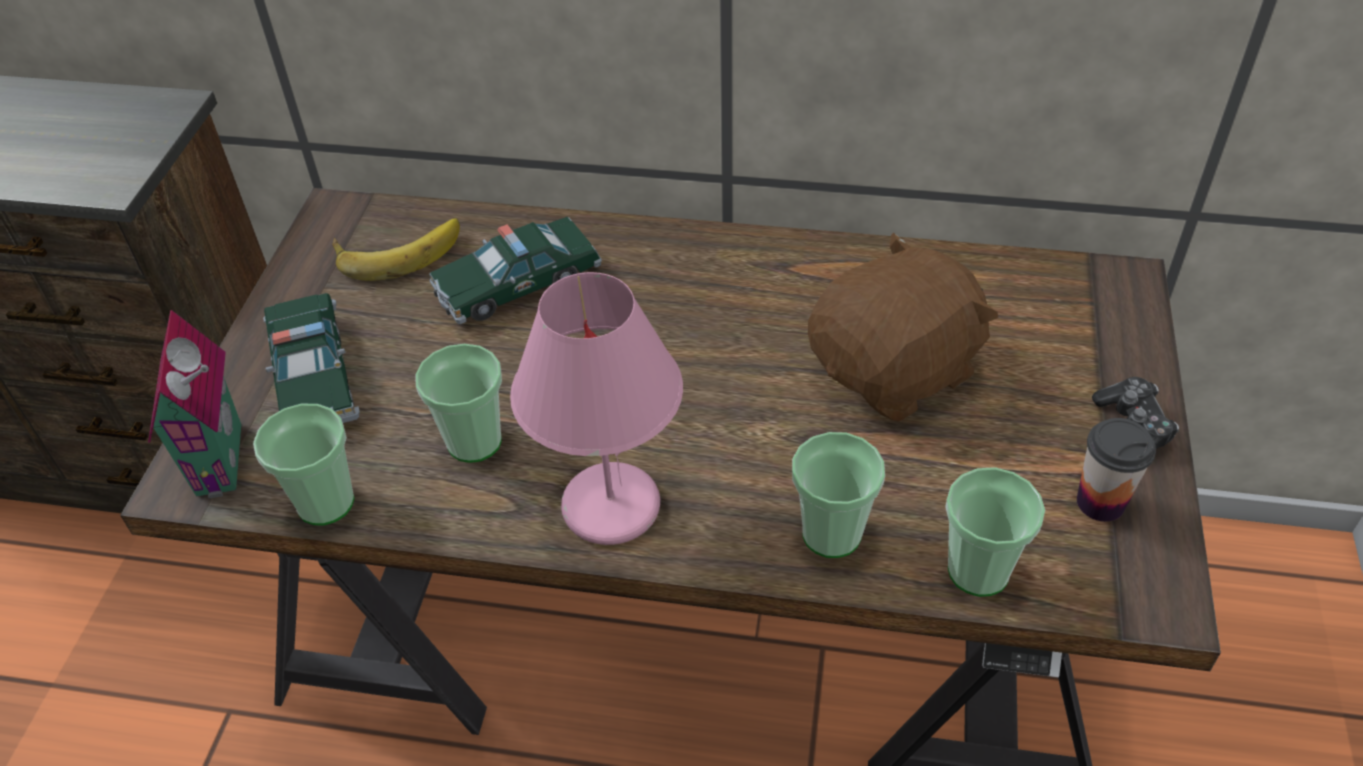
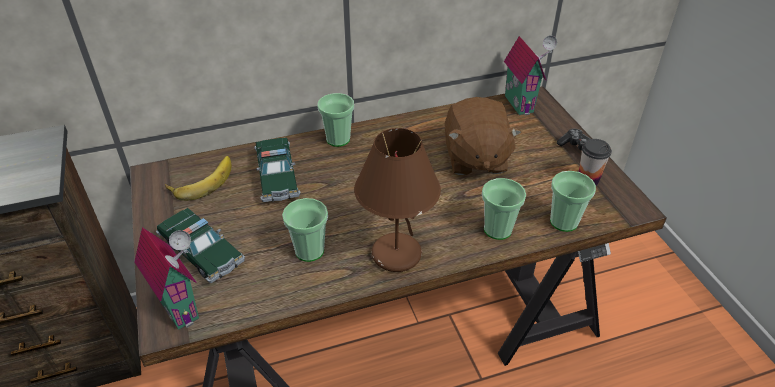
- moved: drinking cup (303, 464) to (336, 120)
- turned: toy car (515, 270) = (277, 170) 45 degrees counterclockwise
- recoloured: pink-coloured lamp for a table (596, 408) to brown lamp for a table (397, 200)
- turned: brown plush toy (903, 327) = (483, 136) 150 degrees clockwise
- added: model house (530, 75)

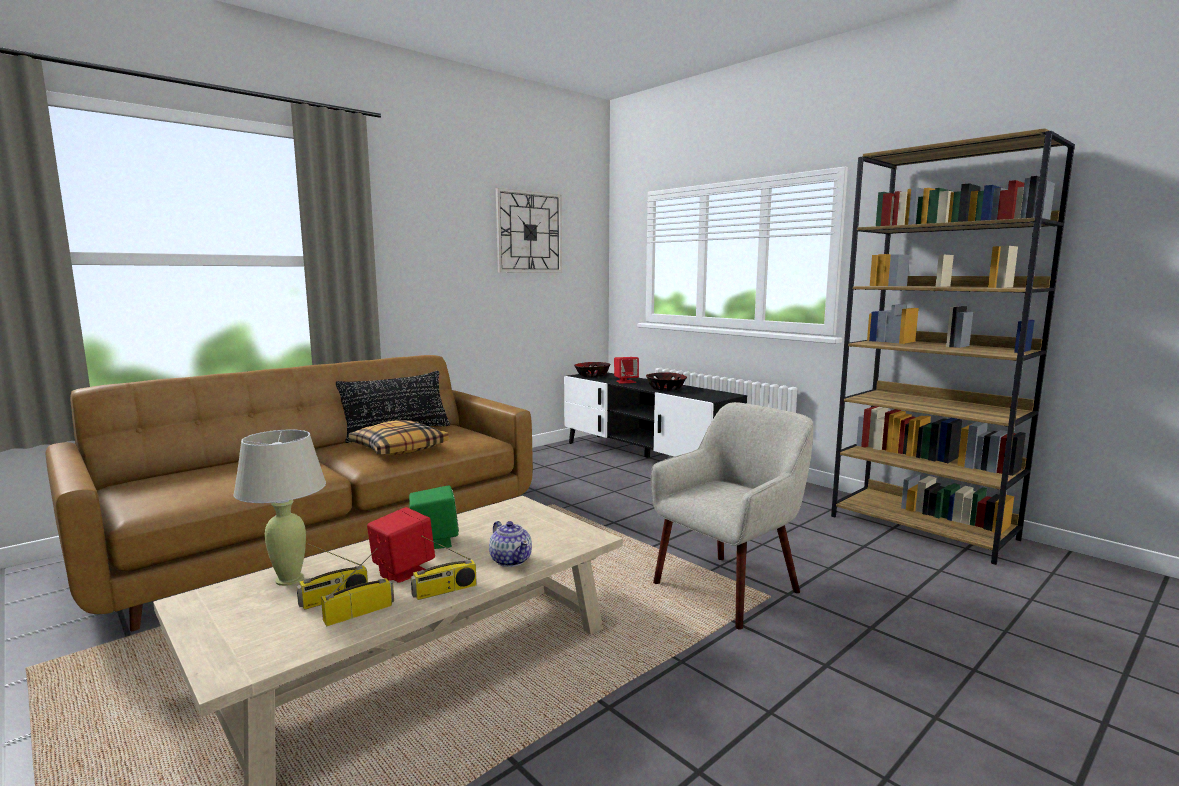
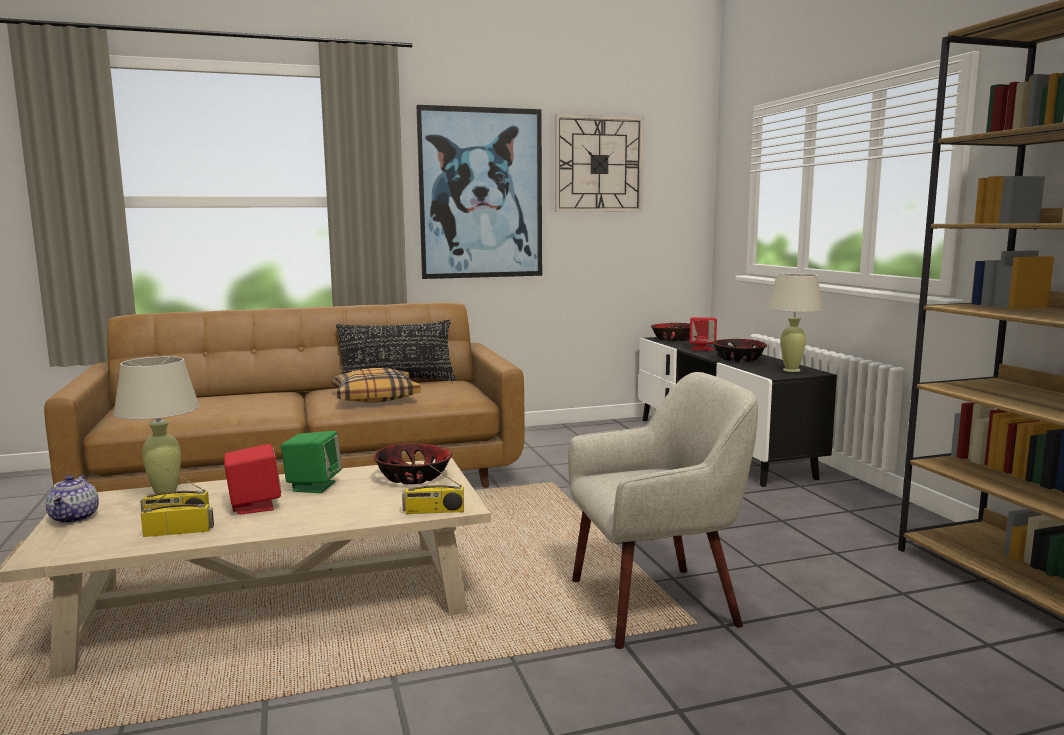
- moved: radio (444, 568) to (433, 484)
- moved: tea pot (510, 544) to (72, 499)
- added: deep dish (412, 463)
- added: wall picture (479, 192)
- added: beige-coloured lamp for a table (795, 323)

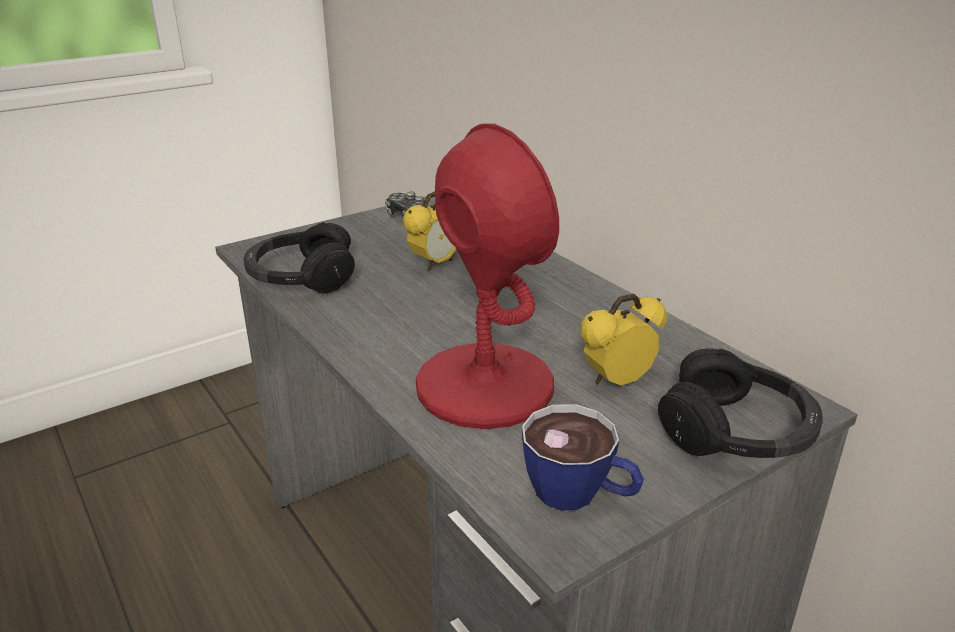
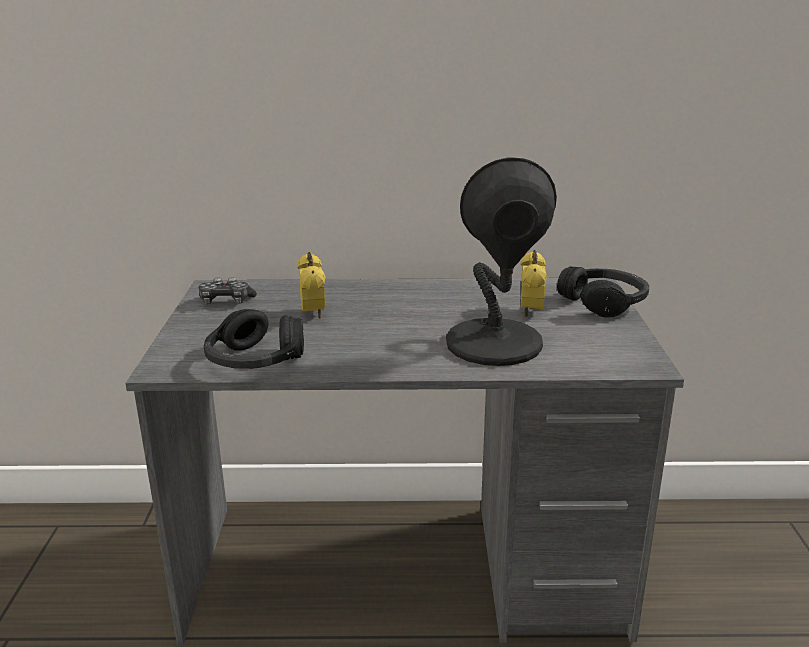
- recoloured: reddish lamp for a table (487, 276) to black lamp for a table (501, 262)
- removed: drinking cup (583, 457)

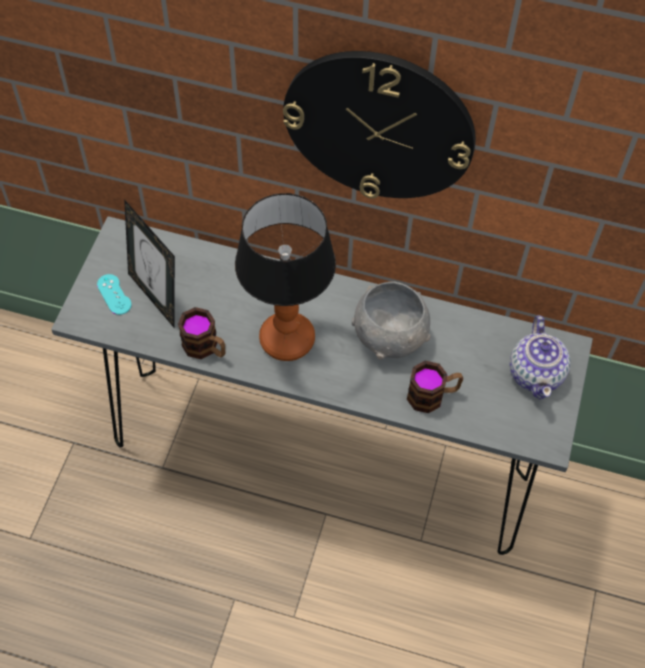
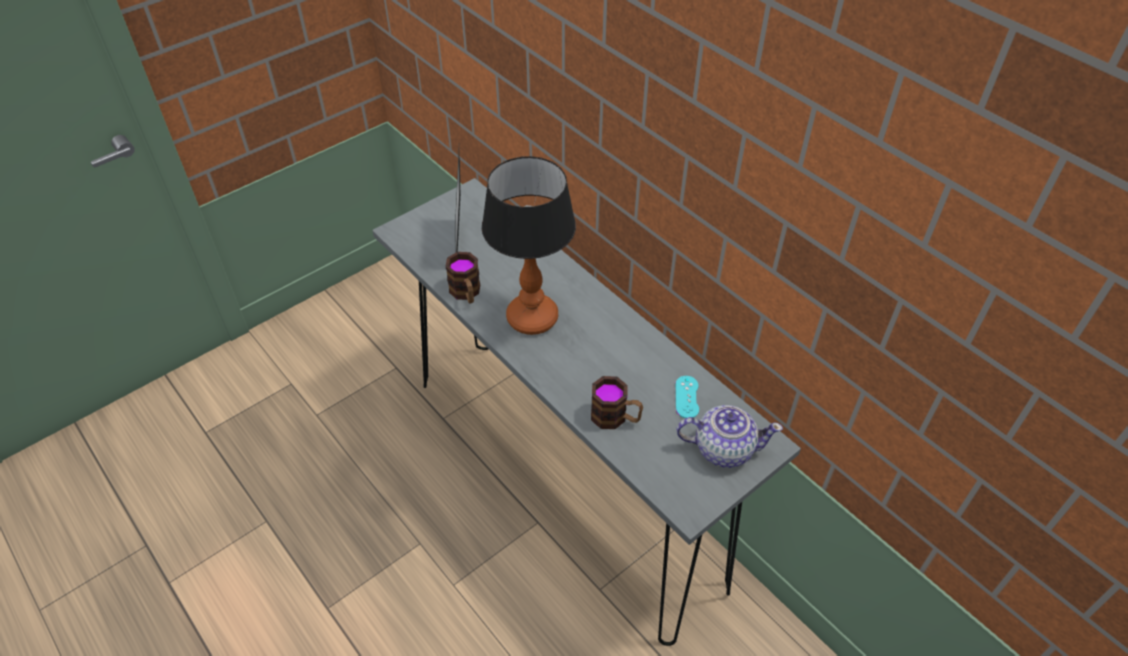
- moved: turquoise gamepad (114, 294) to (687, 397)
- removed: hanging clock (379, 125)
- removed: greyish deep dish (391, 320)
- turned: tea pot (539, 357) = (729, 436) 120 degrees counterclockwise

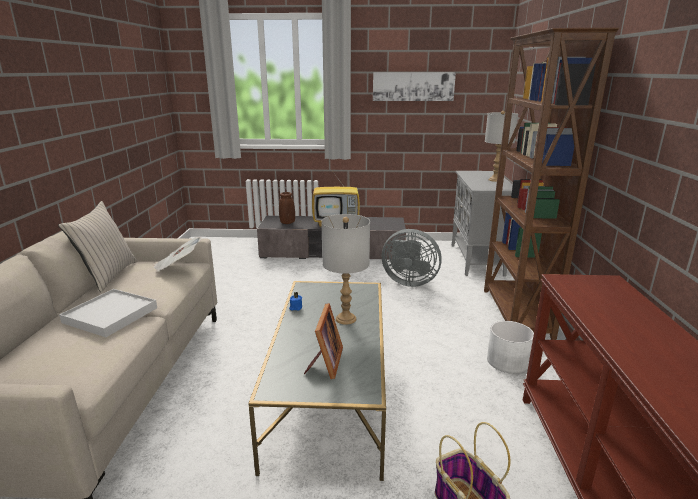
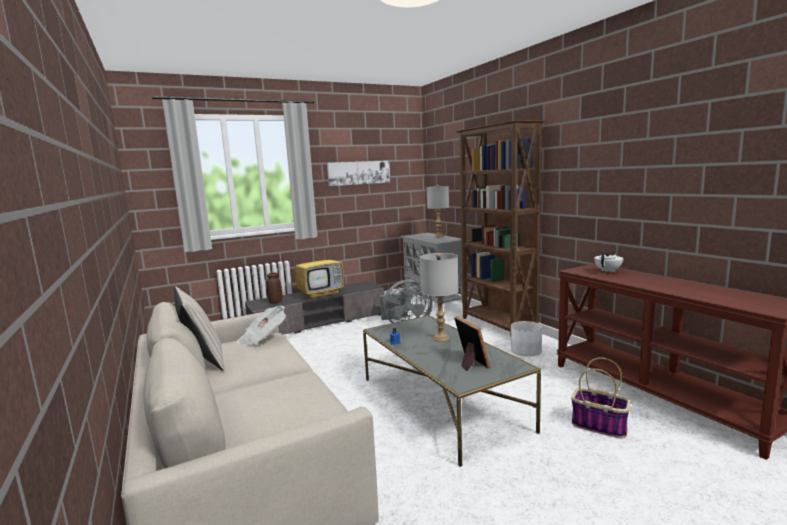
- removed: white tray (108, 313)
- added: white tea pot (608, 262)

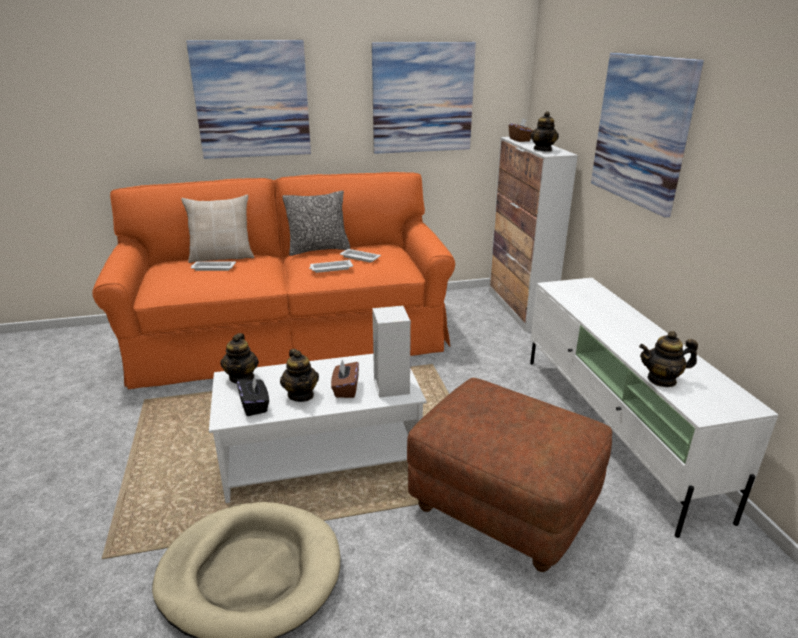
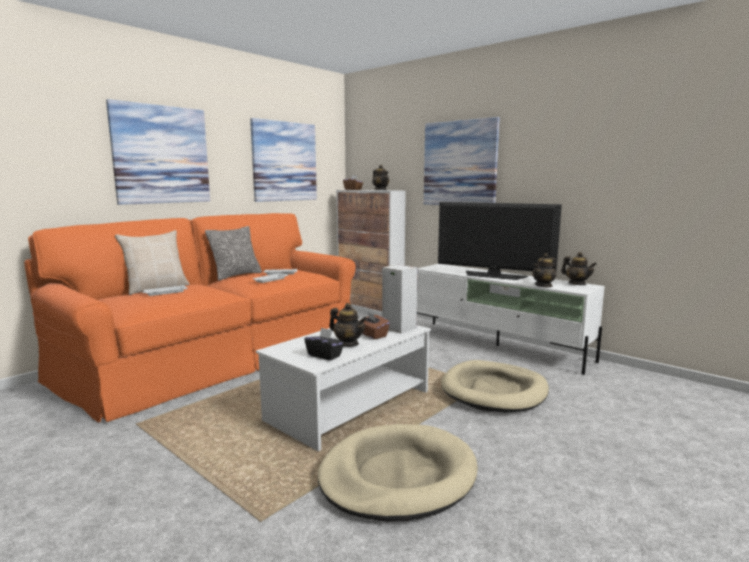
- moved: tea pot (239, 358) to (579, 268)
- replaced: brown ottoman (509, 475) to beige-coloured dog cushion (495, 386)
- added: television (500, 241)

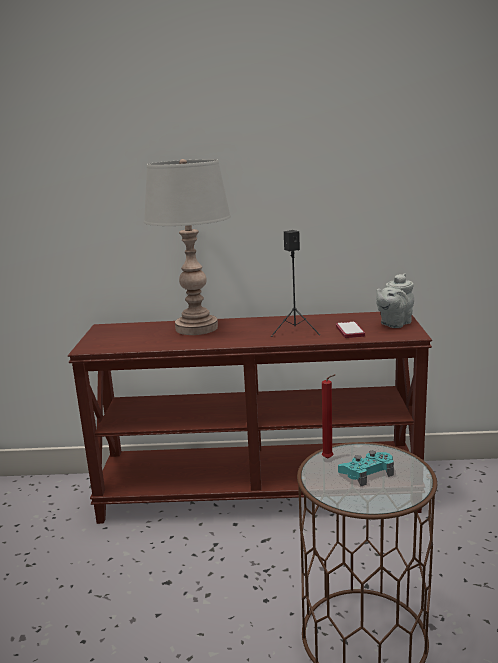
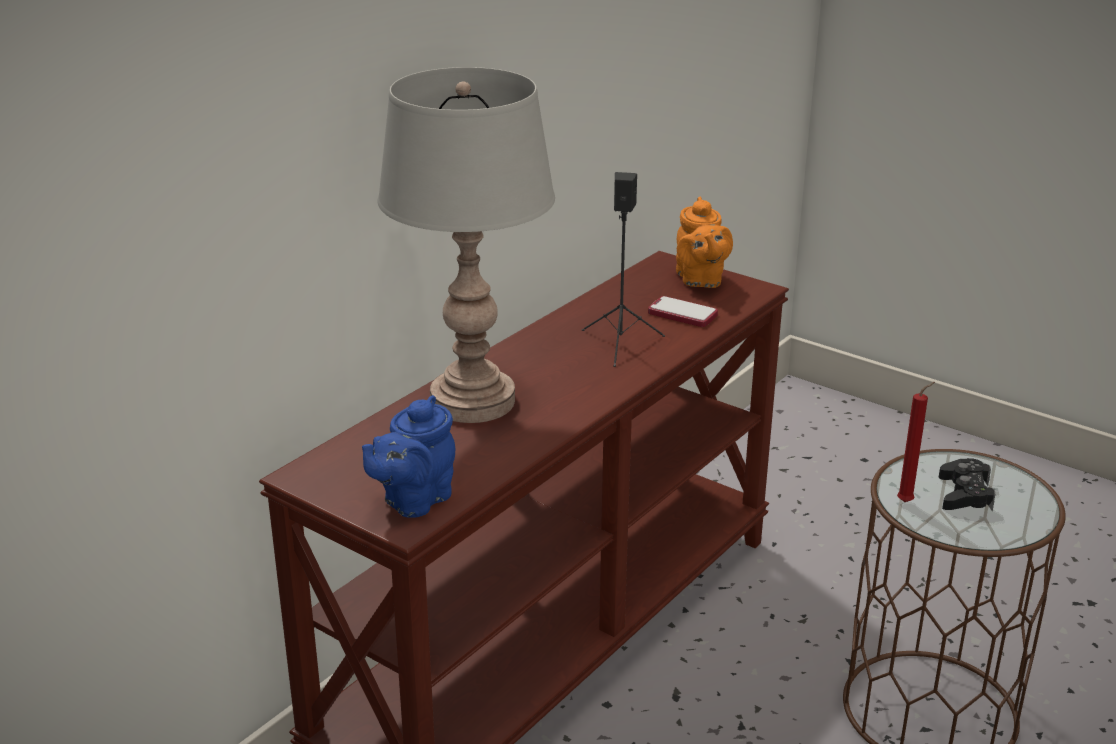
- recoloured: turquoise gamepad (366, 468) to black gamepad (967, 485)
- recoloured: greyish tea pot (395, 300) to orangey tea pot (704, 242)
- added: blue tea pot (408, 456)

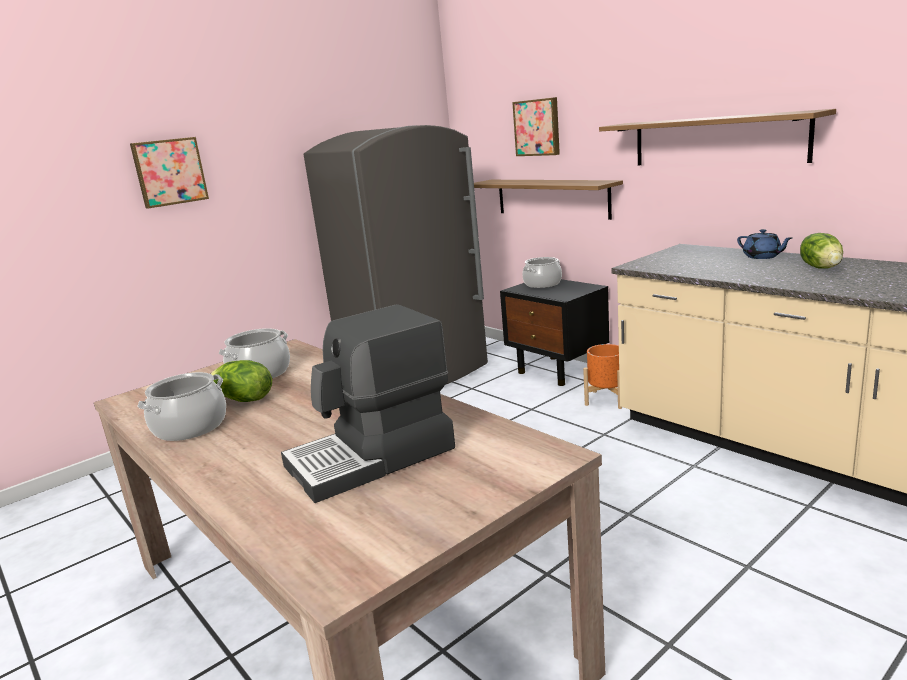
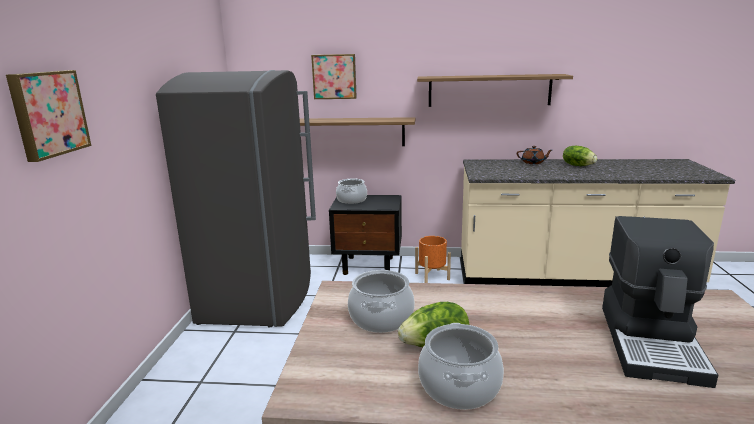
- recoloured: blue tea pot (764, 244) to brown tea pot (534, 155)

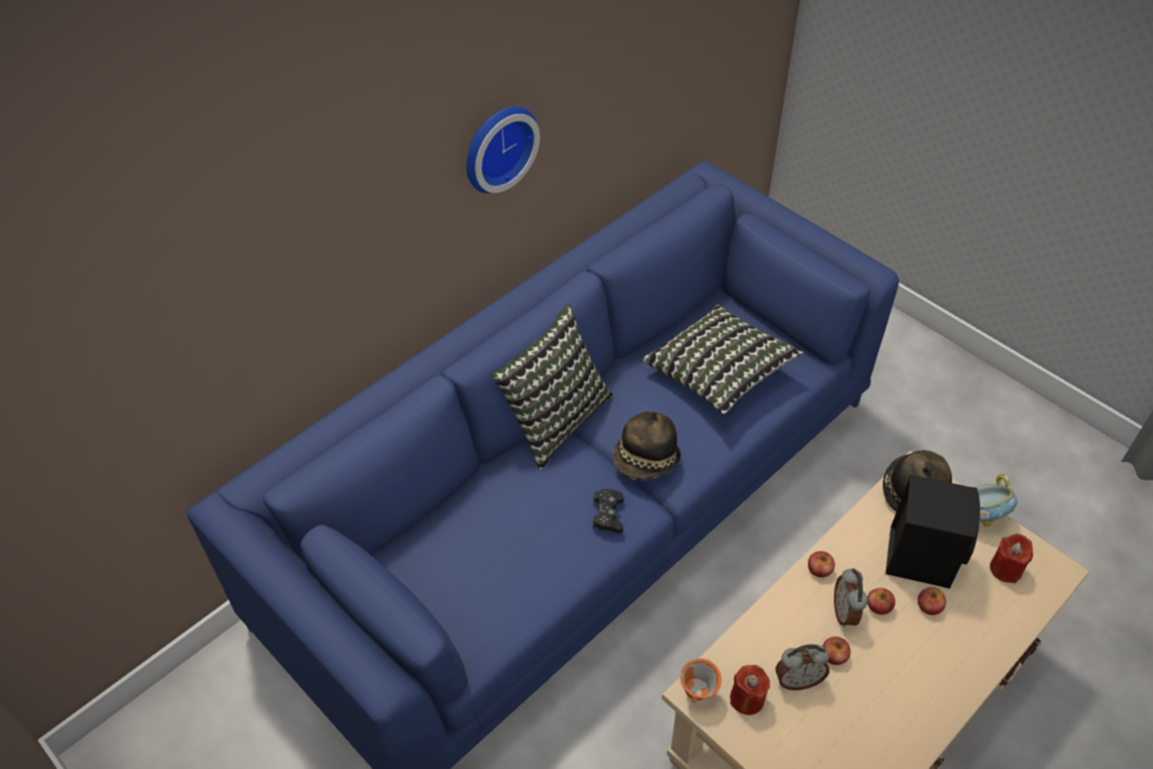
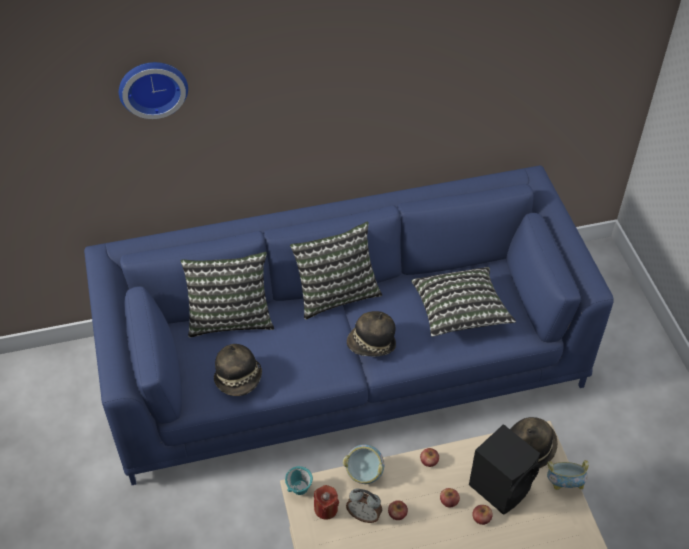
- moved: hanging clock (503, 149) to (153, 90)
- removed: black gamepad (608, 511)
- recoloured: orangey coffee mug (701, 680) to turquoise coffee mug (299, 480)
- removed: alarm clock (851, 597)
- removed: reddish candle (1011, 559)
- added: cushion (227, 295)
- added: clothing hat (238, 370)
- added: deep dish (363, 464)

